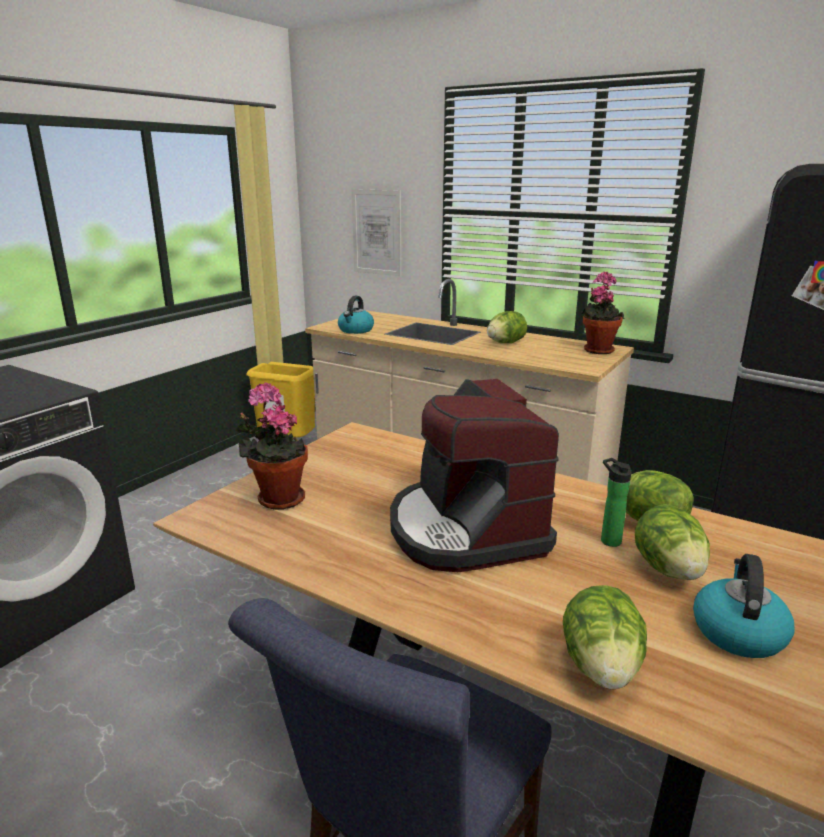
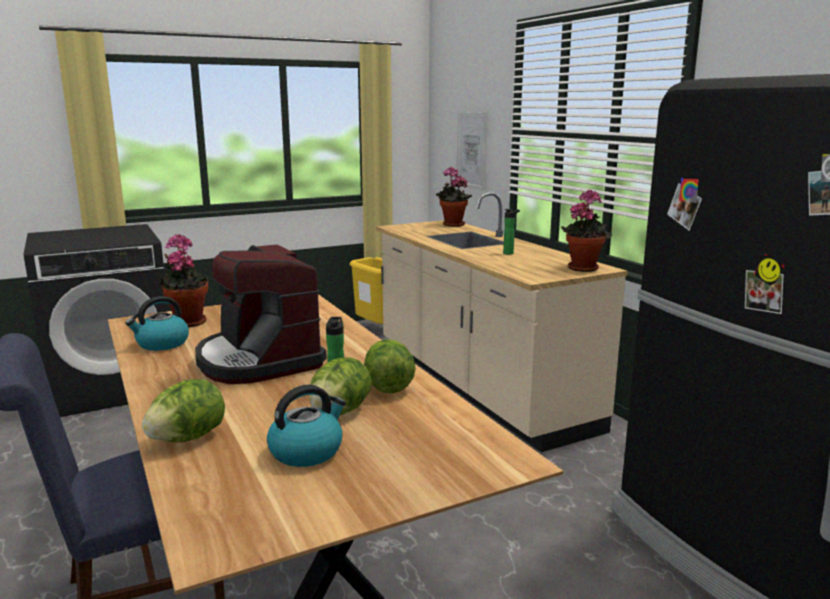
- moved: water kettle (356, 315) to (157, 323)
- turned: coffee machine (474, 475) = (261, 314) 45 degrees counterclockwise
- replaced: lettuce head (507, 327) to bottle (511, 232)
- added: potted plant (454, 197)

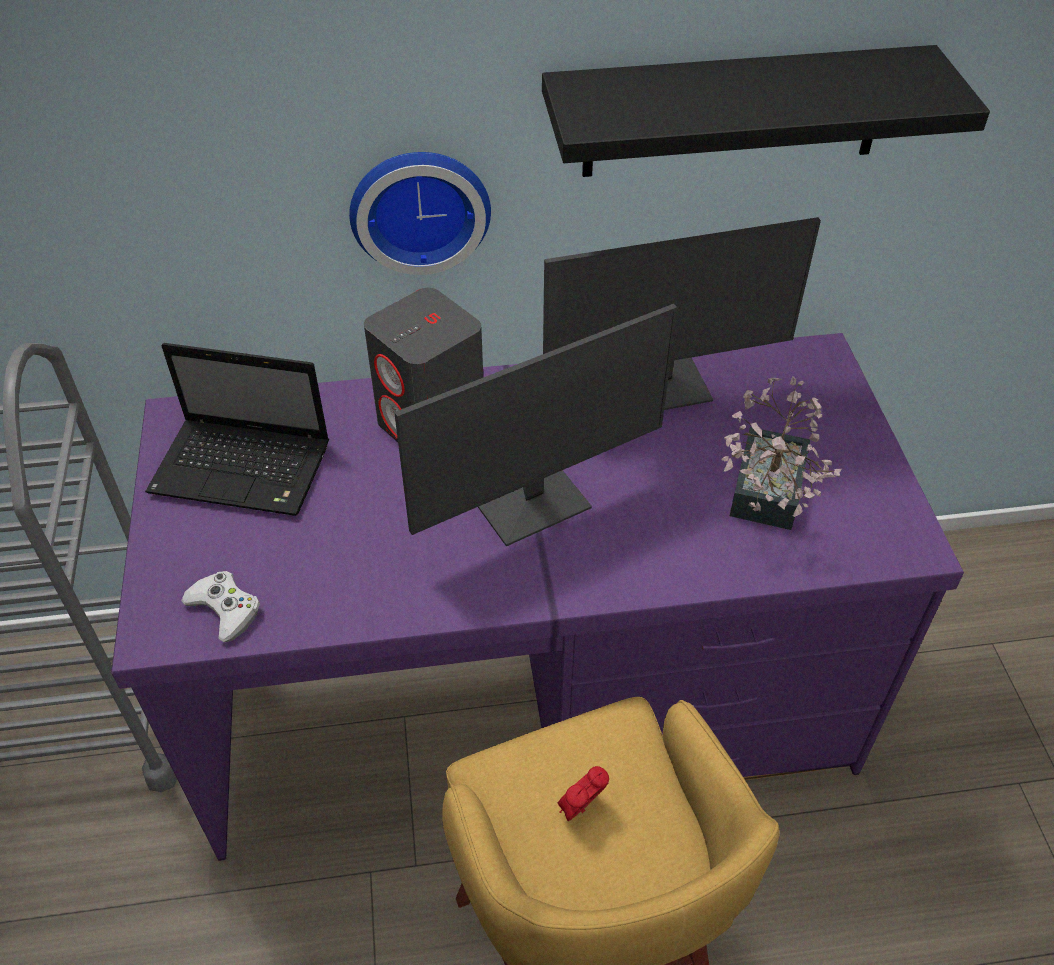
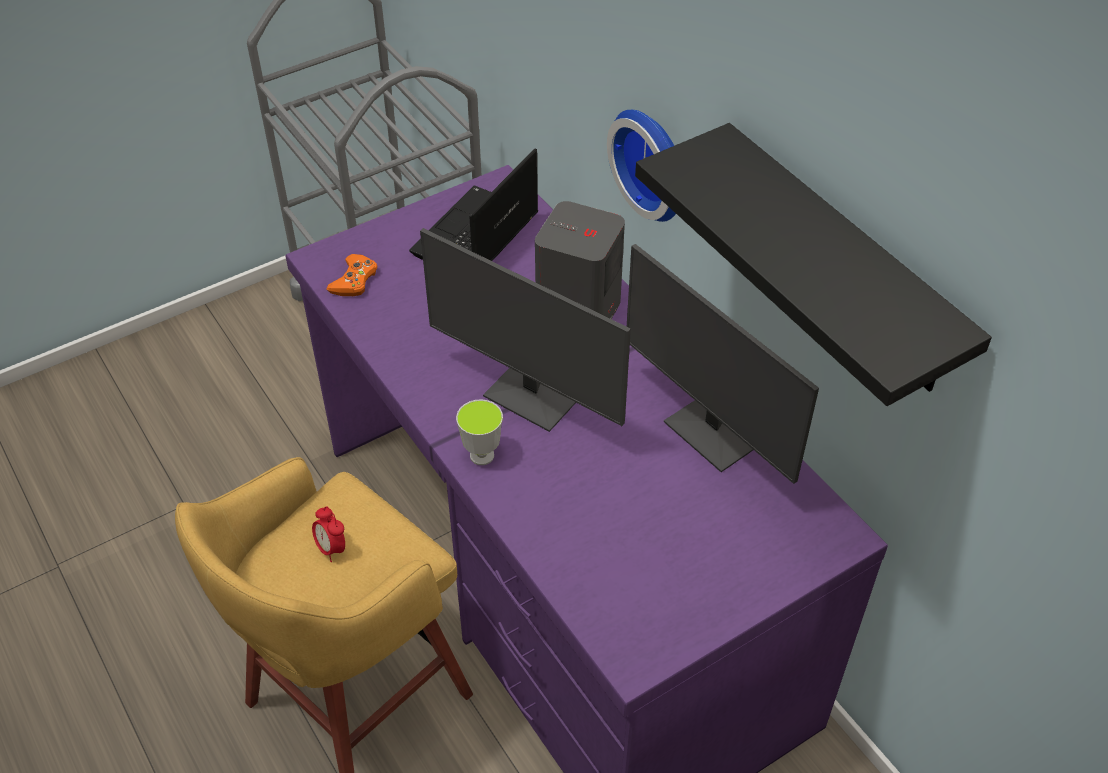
- turned: portable computer (237, 429) = (473, 204) 45 degrees clockwise
- recoloured: white gamepad (220, 606) to orangey gamepad (351, 275)
- turned: alarm clock (583, 793) = (328, 534) 150 degrees counterclockwise
- removed: potted plant (781, 453)
- added: drinking cup (479, 432)

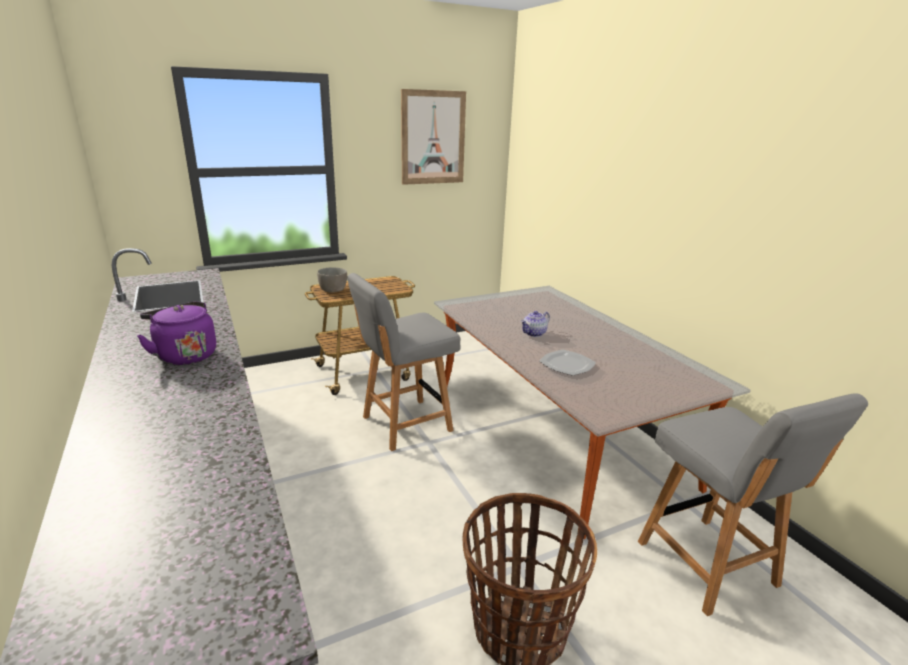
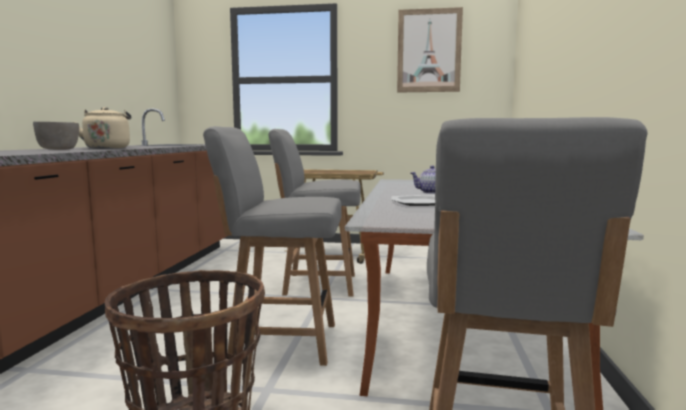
- recoloured: purple-coloured water kettle (176, 333) to beige-coloured water kettle (102, 128)
- moved: greyish deep dish (332, 280) to (56, 135)
- added: greyish plain chair (272, 246)

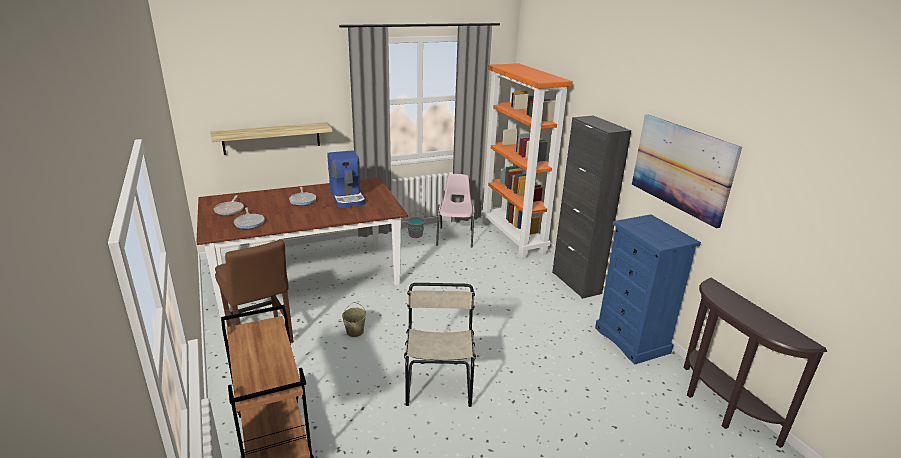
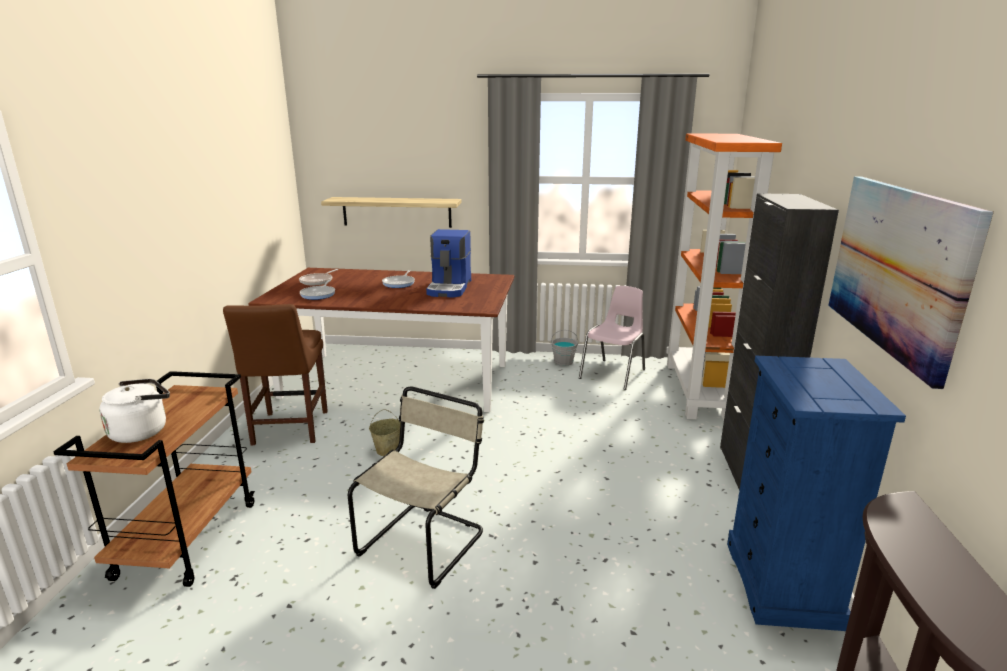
- added: white water kettle (134, 411)

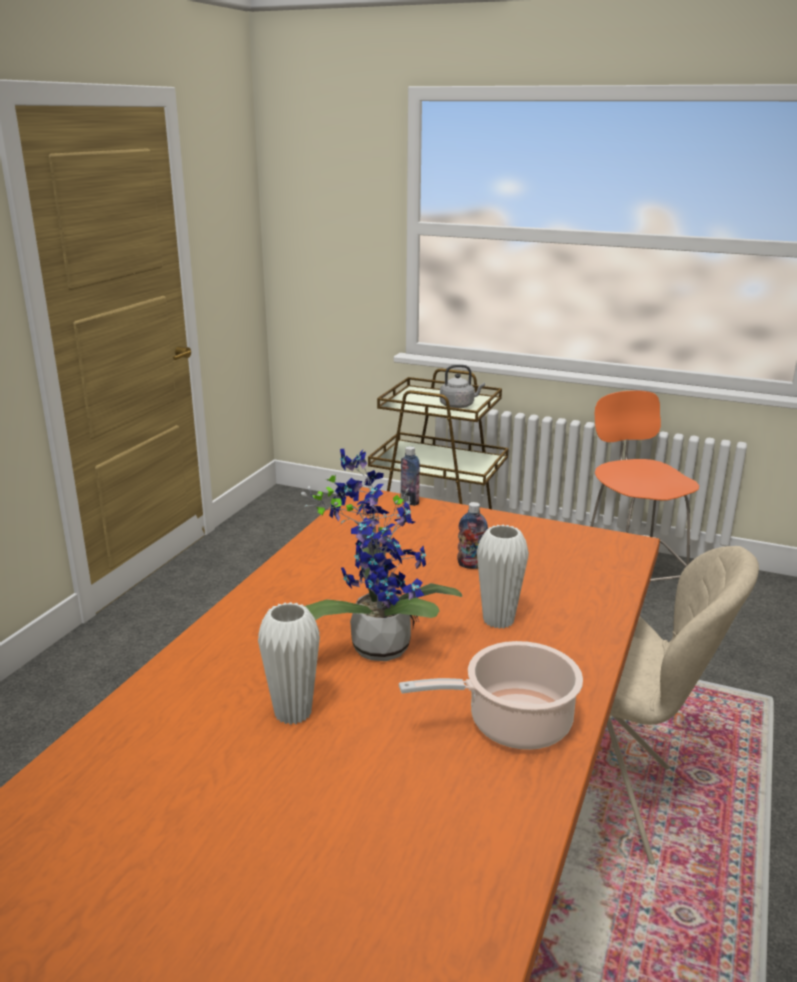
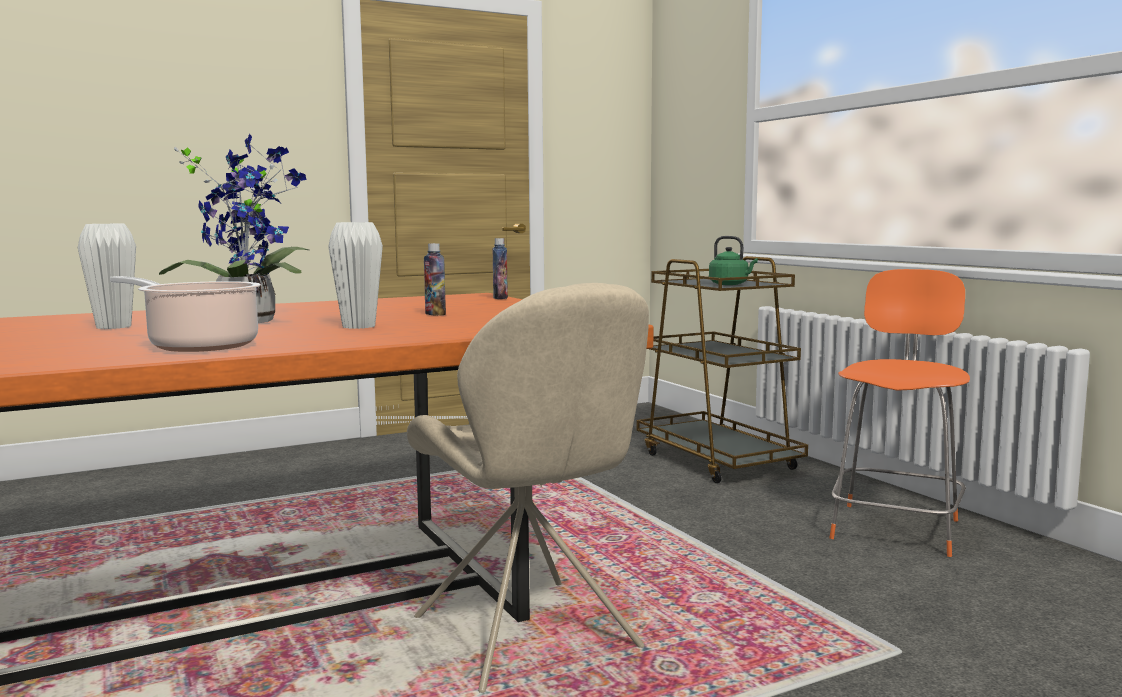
- recoloured: greyish water kettle (462, 386) to green-coloured water kettle (733, 260)

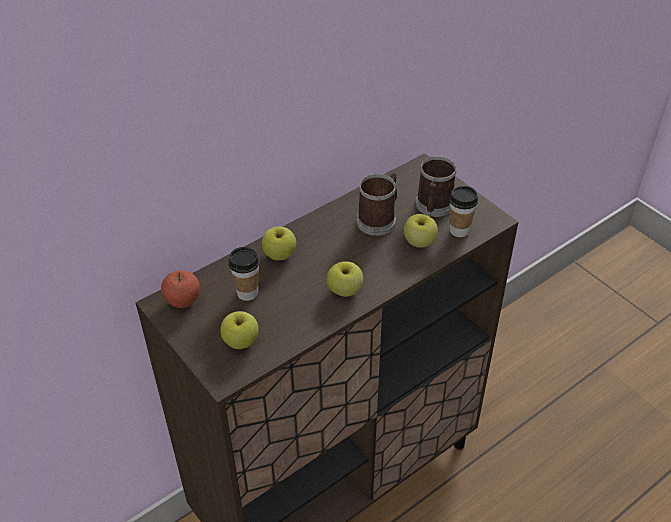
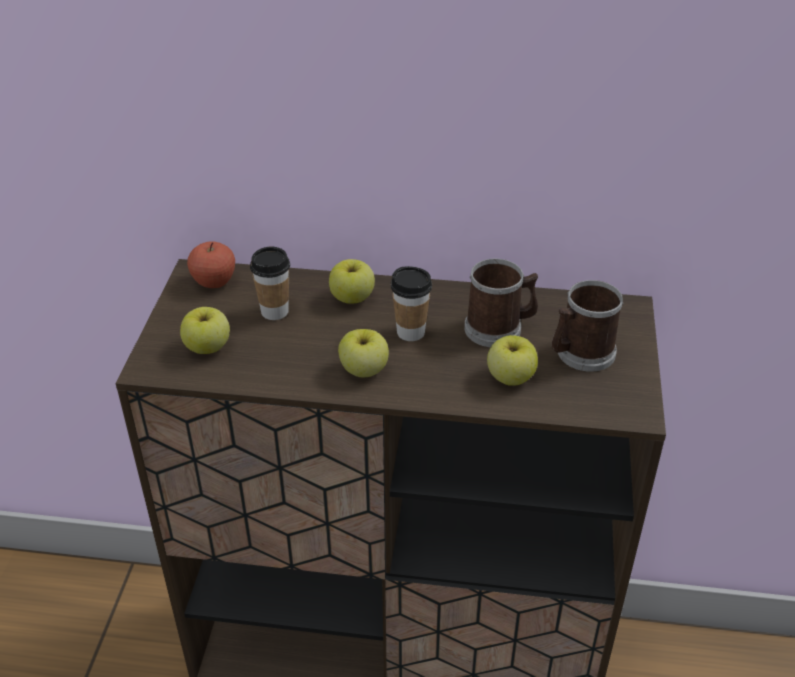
- moved: drinking cup (463, 211) to (411, 303)

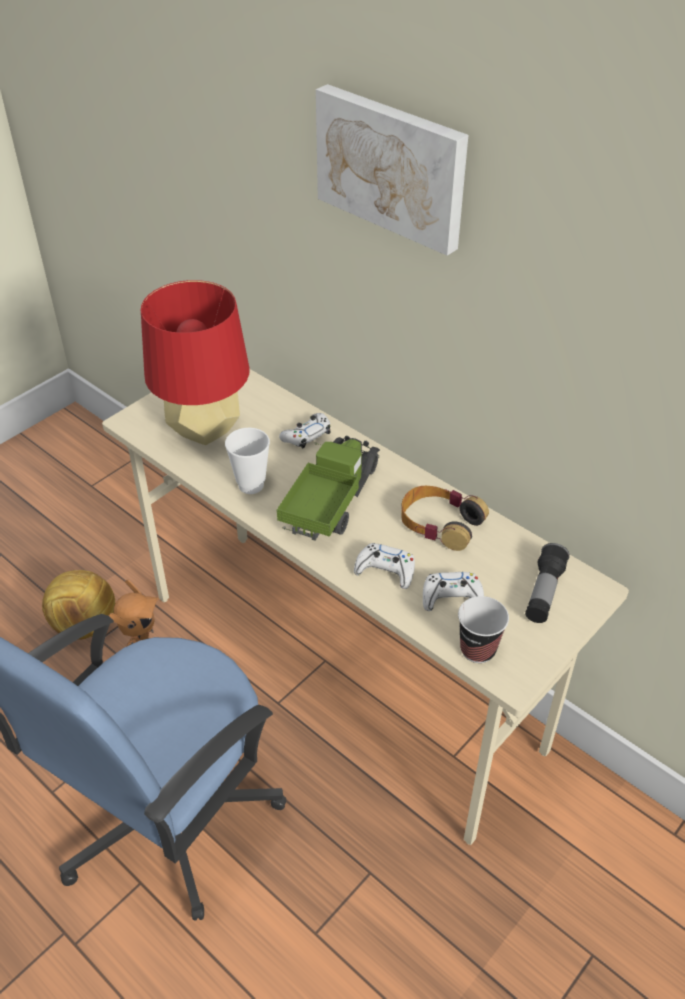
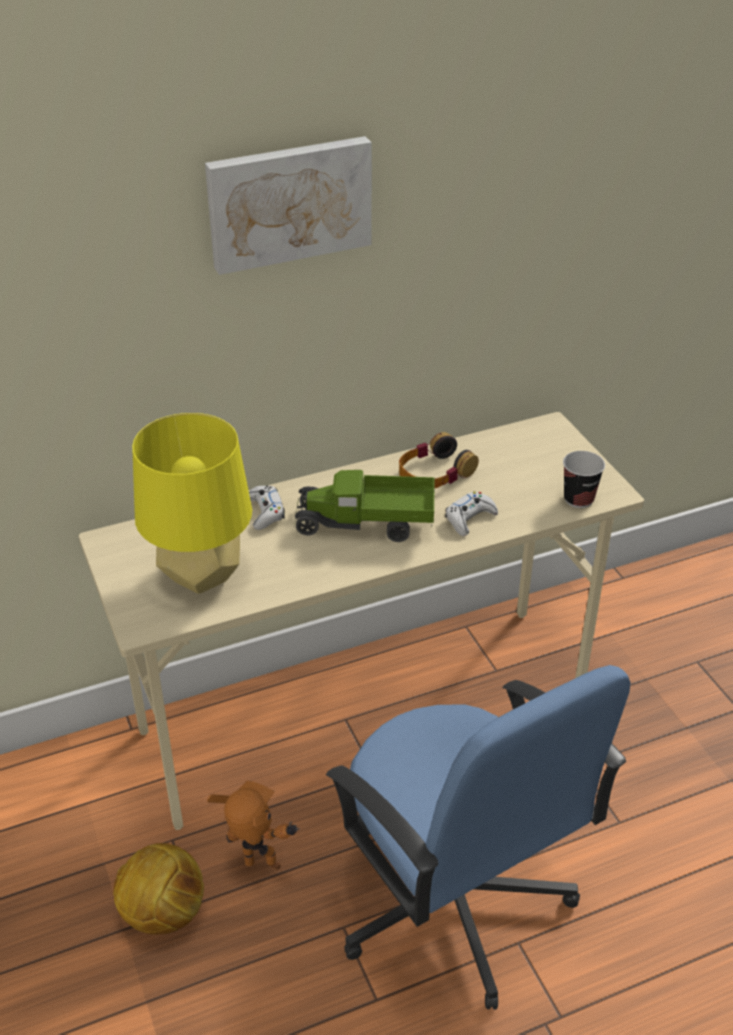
- recoloured: reddish lamp for a table (195, 362) to yellowish lamp for a table (192, 503)
- removed: drinking cup (247, 461)
- turned: toy truck (328, 488) = (364, 506) 45 degrees counterclockwise
- removed: white gamepad (453, 591)
- removed: hand torch (547, 583)

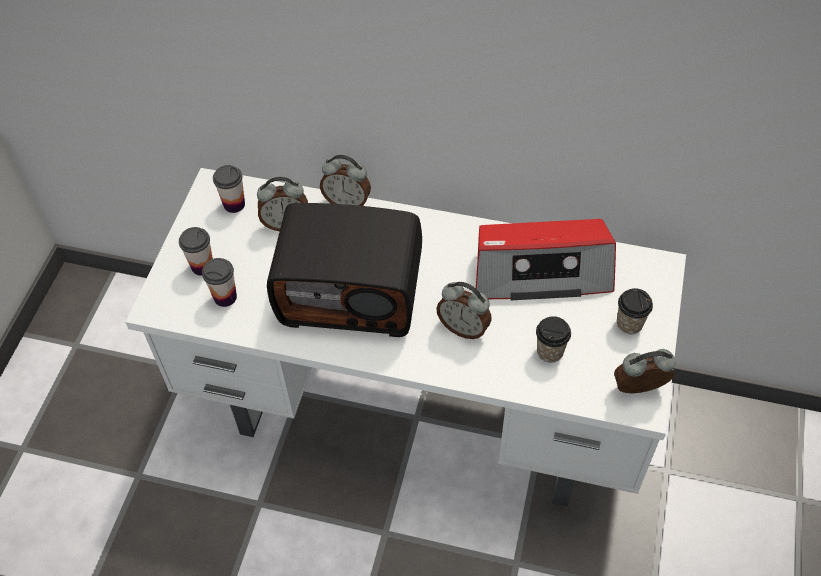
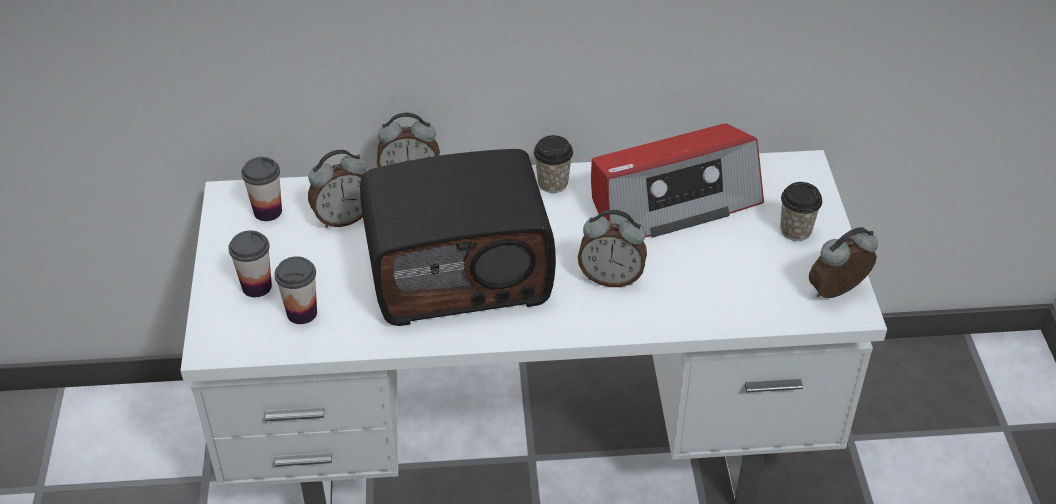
- moved: drinking cup (553, 339) to (553, 164)

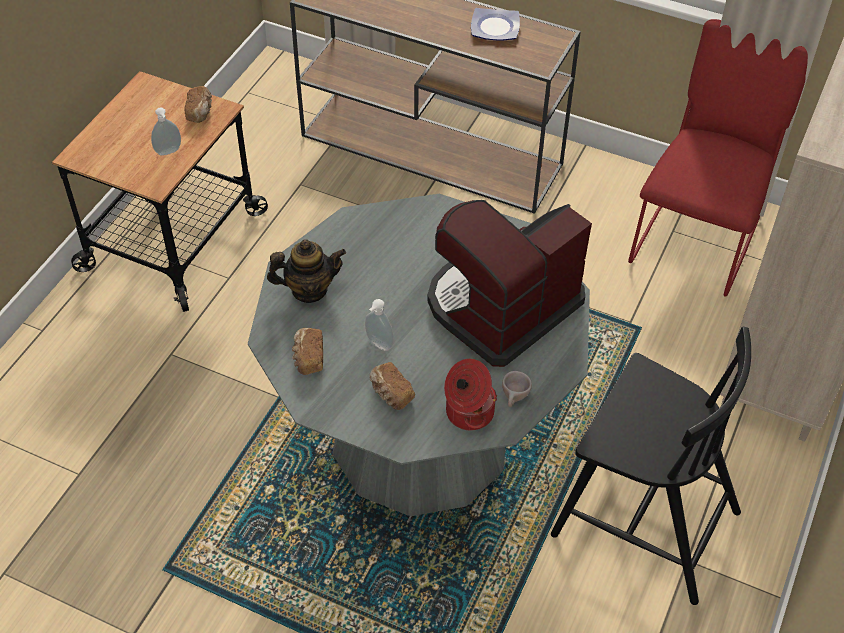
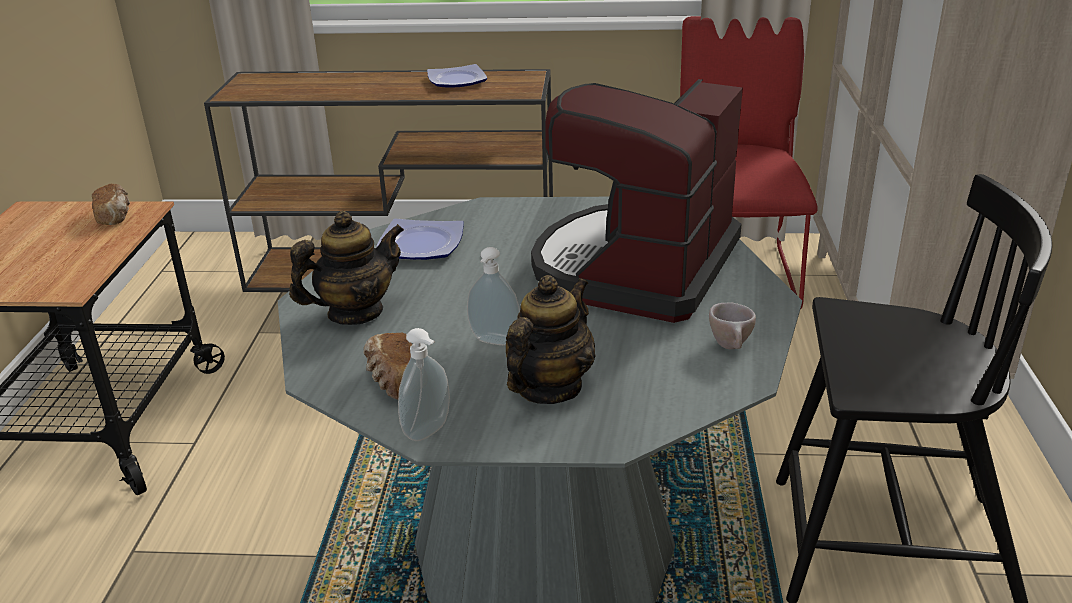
- moved: soap dispenser (166, 132) to (424, 384)
- replaced: bakery bread (392, 386) to tea pot (551, 339)
- removed: stockpot (470, 394)
- added: dinner plate (420, 239)

